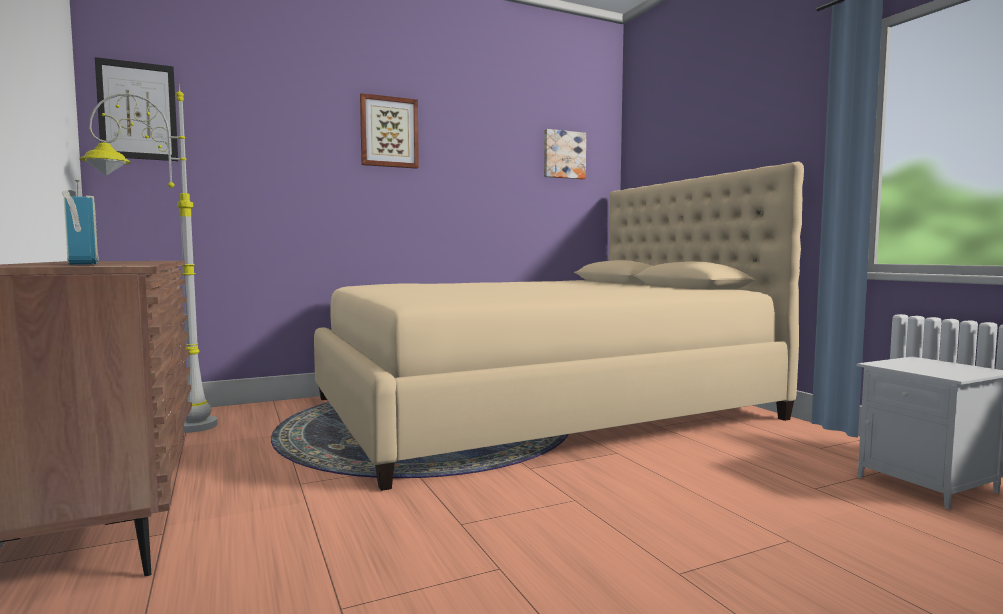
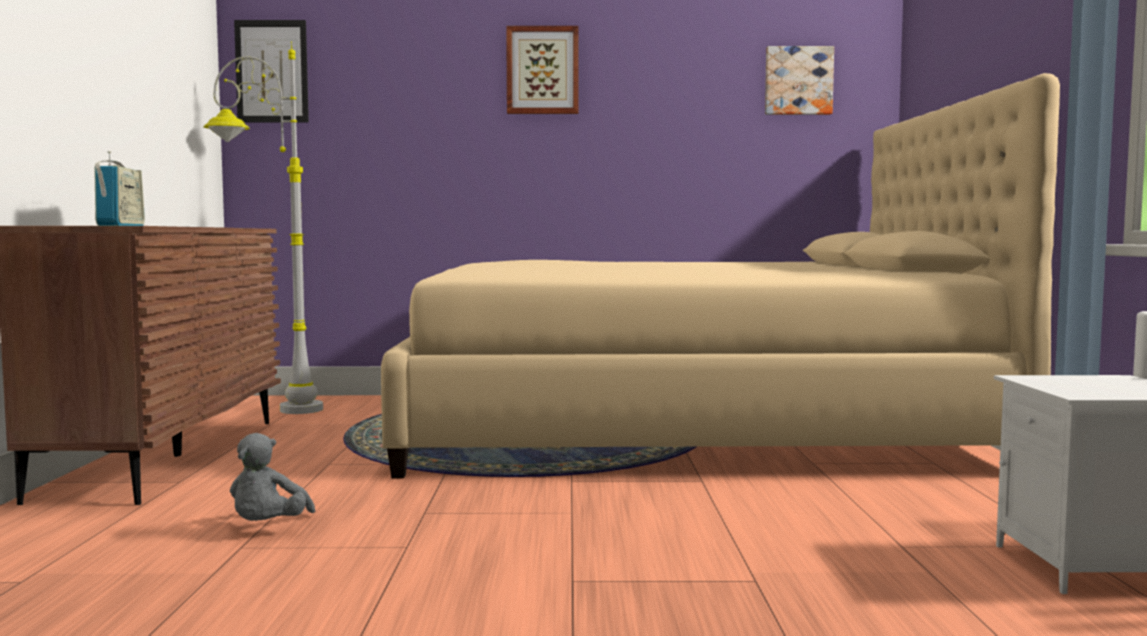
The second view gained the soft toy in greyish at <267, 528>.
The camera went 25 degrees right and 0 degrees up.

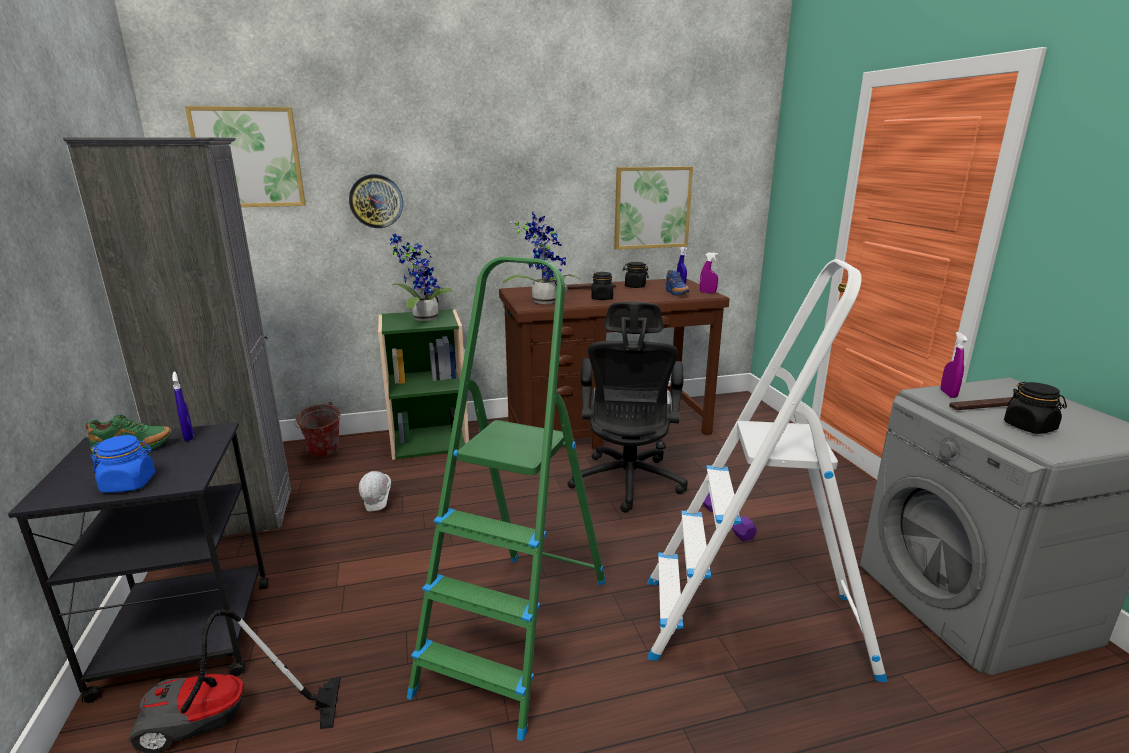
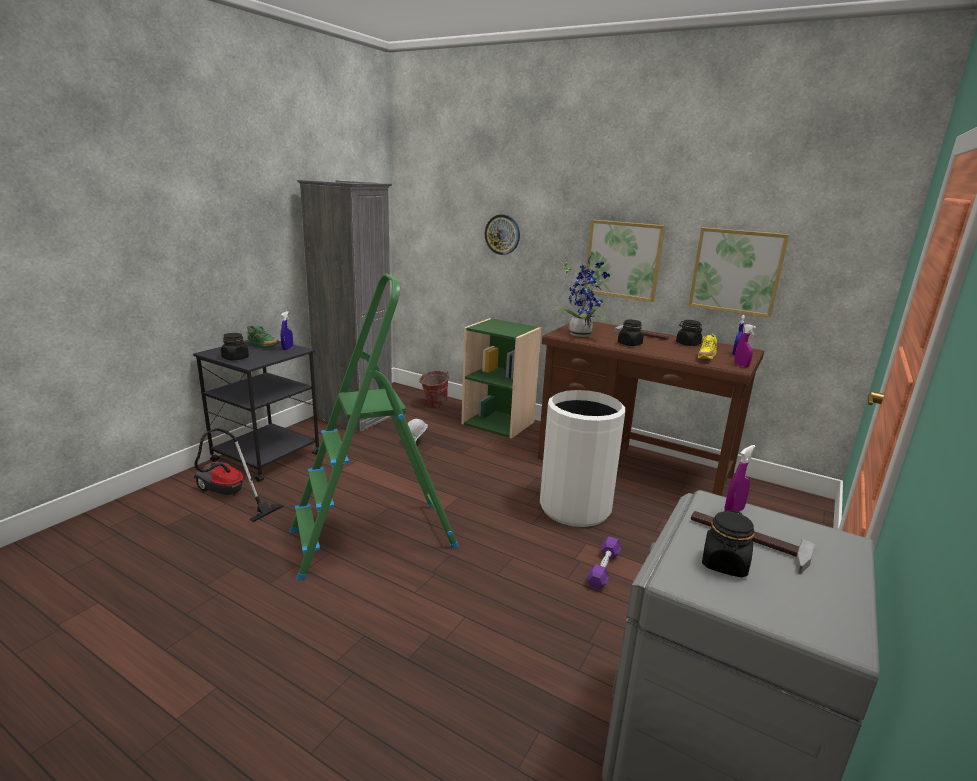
The wall picture ended up elsewhere, having gone from <248, 157> to <623, 260>.
The second view lost the potted plant at <422, 318>.
The second view lost the step stool in whitish at <753, 626>.
What was the low shoe in blue-coloured at <676, 294> turned into the low shoe in yellow-coloured at <706, 358>.
Where the computer chair stood at <627, 485>, the rubbish bin in whitish came to stand at <574, 507>.
What was the preserve jar in blue-coloured at <129, 484> turned into the preserve jar in black at <235, 358>.
The camera went 45 degrees right and 0 degrees up.

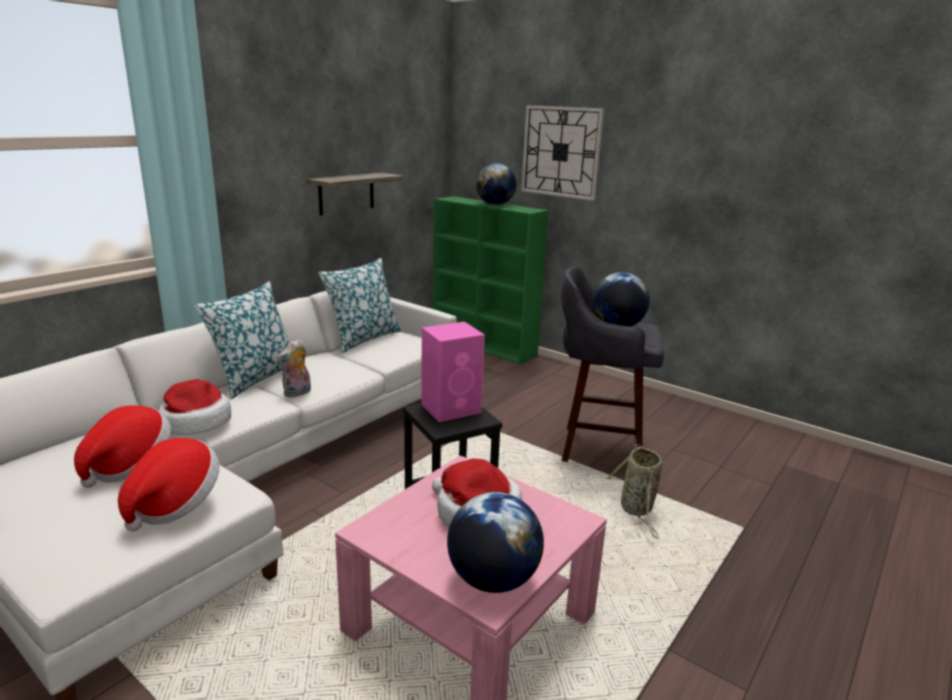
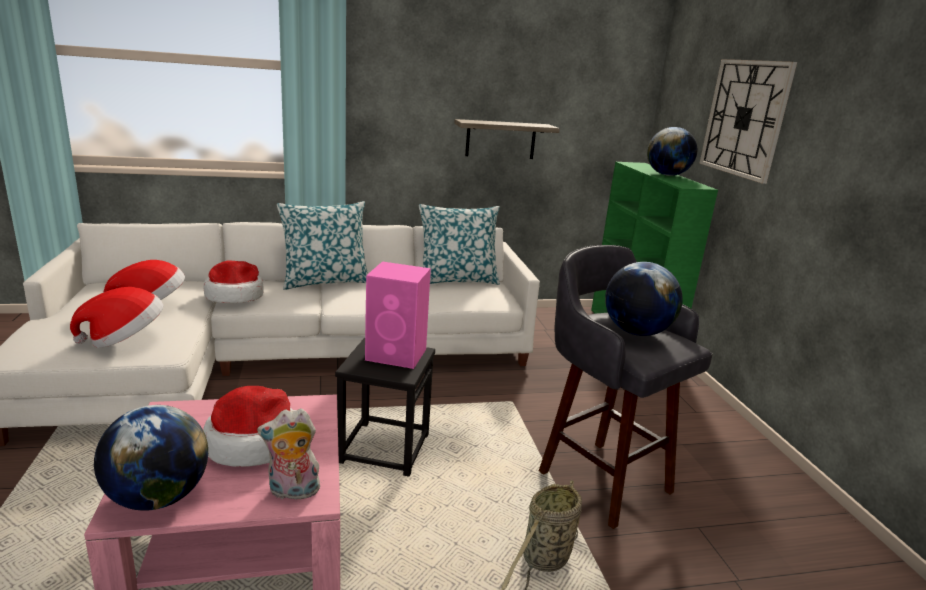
The soft toy ended up elsewhere, having gone from <297, 393> to <292, 492>.
The camera went 40 degrees right and 0 degrees up.

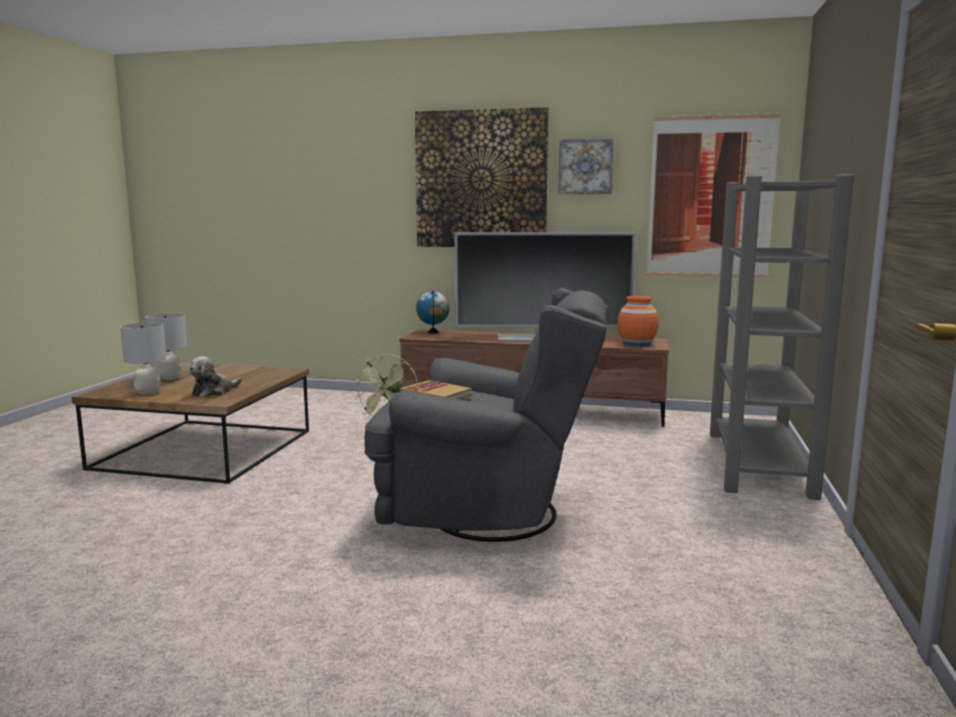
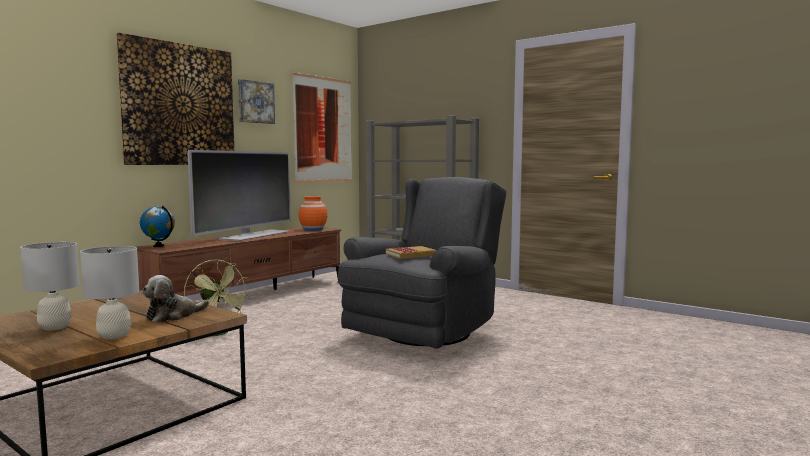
The soft toy at <214, 392> ended up facing another way, 75 degrees clockwise from before.
The camera went 65 degrees left and 5 degrees down.

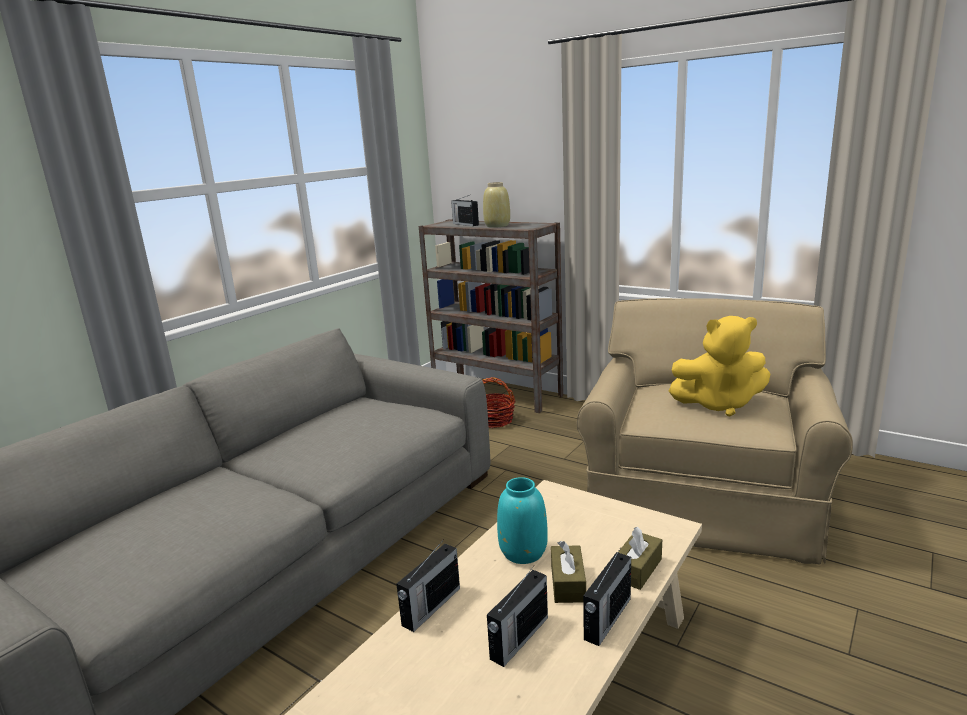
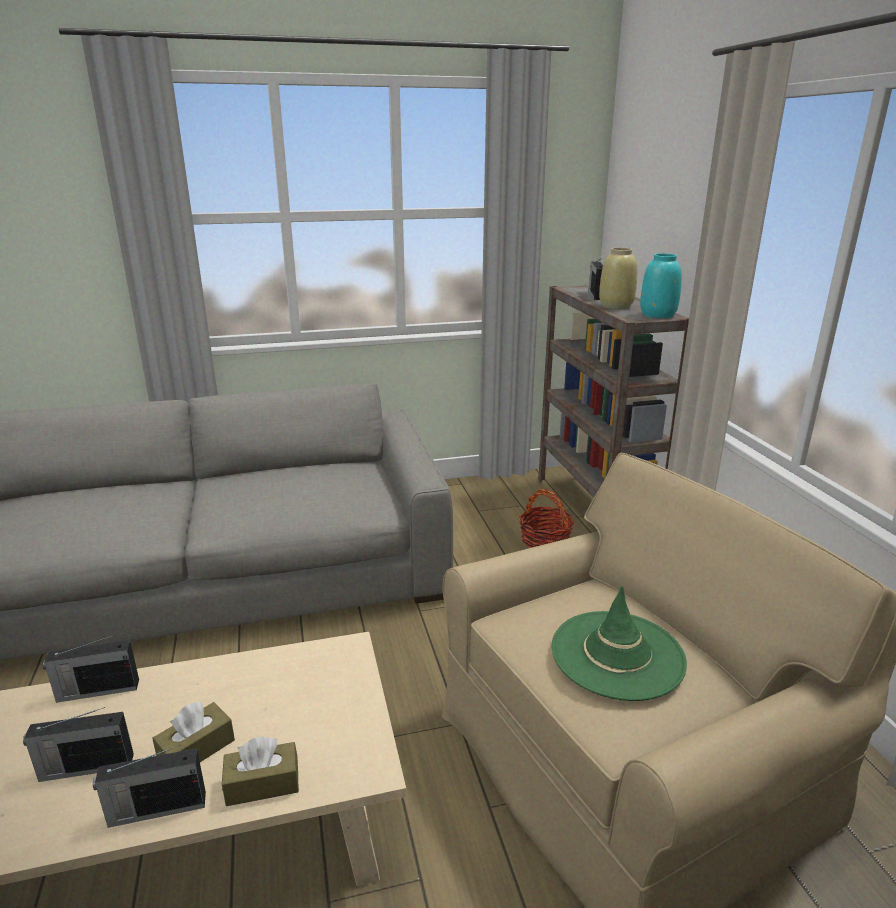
Where the soft toy in yellow-coloured stood at <719, 404>, the wearable hat in green came to stand at <617, 654>.
The flower vase in turquoise-coloured ended up elsewhere, having gone from <523, 552> to <658, 315>.
The camera went 40 degrees right and 5 degrees up.

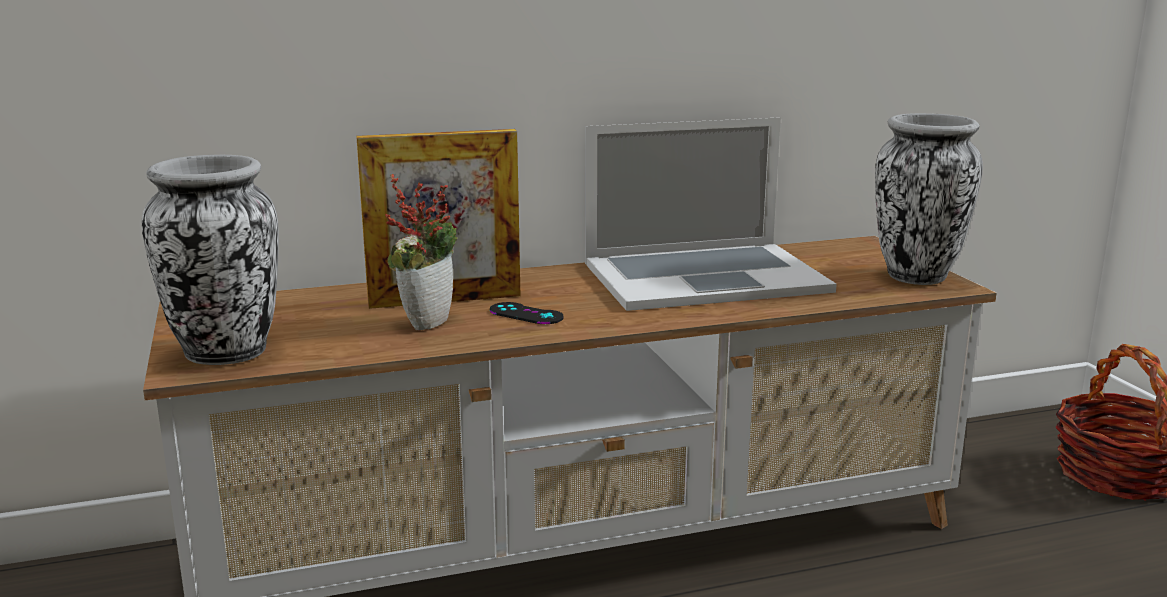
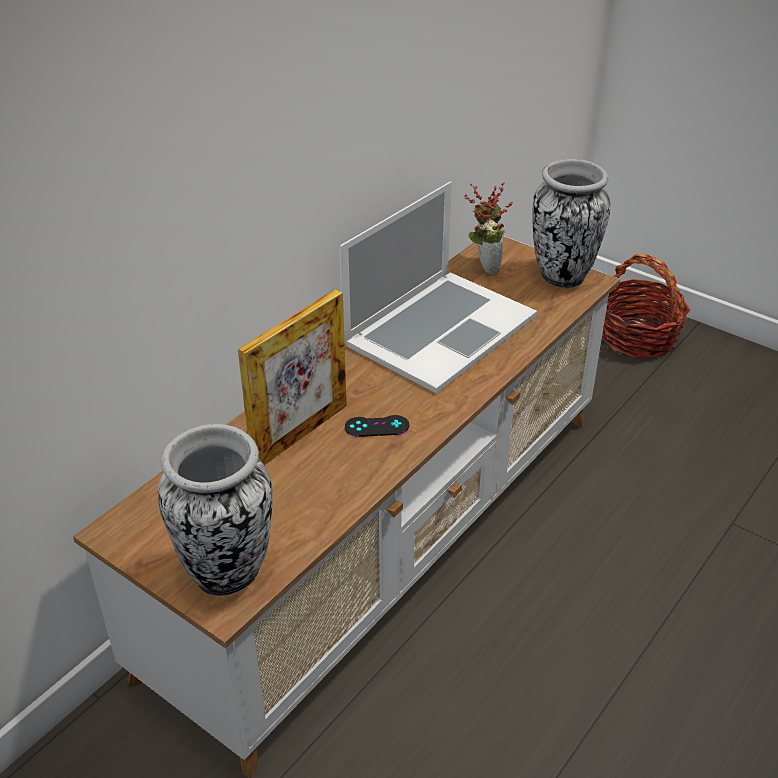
The potted plant ended up elsewhere, having gone from <426, 321> to <484, 266>.
The camera went 35 degrees left and 20 degrees up.

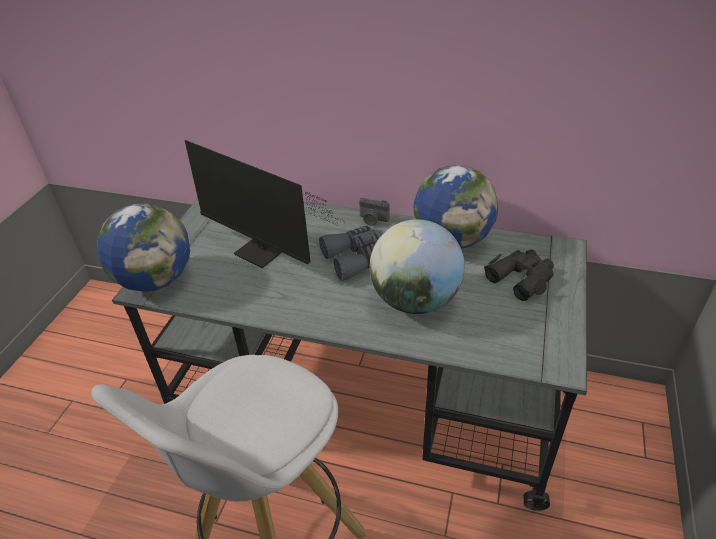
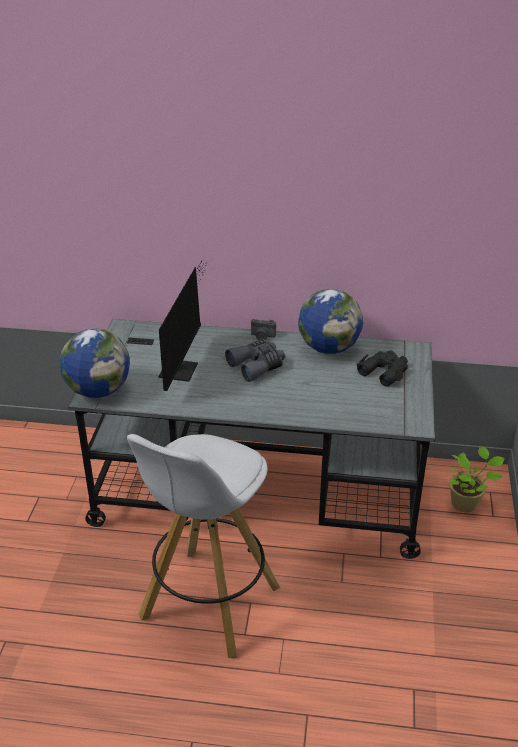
The monitor at <265, 254> ended up facing another way, 105 degrees counterclockwise from before.
The second view lost the world globe at <415, 300>.
The second view gained the potted plant at <466, 503>.
The camera went 10 degrees left and 5 degrees down.

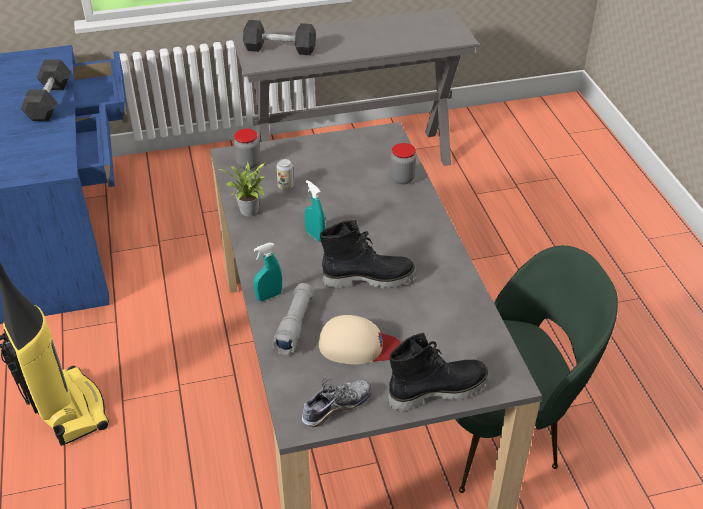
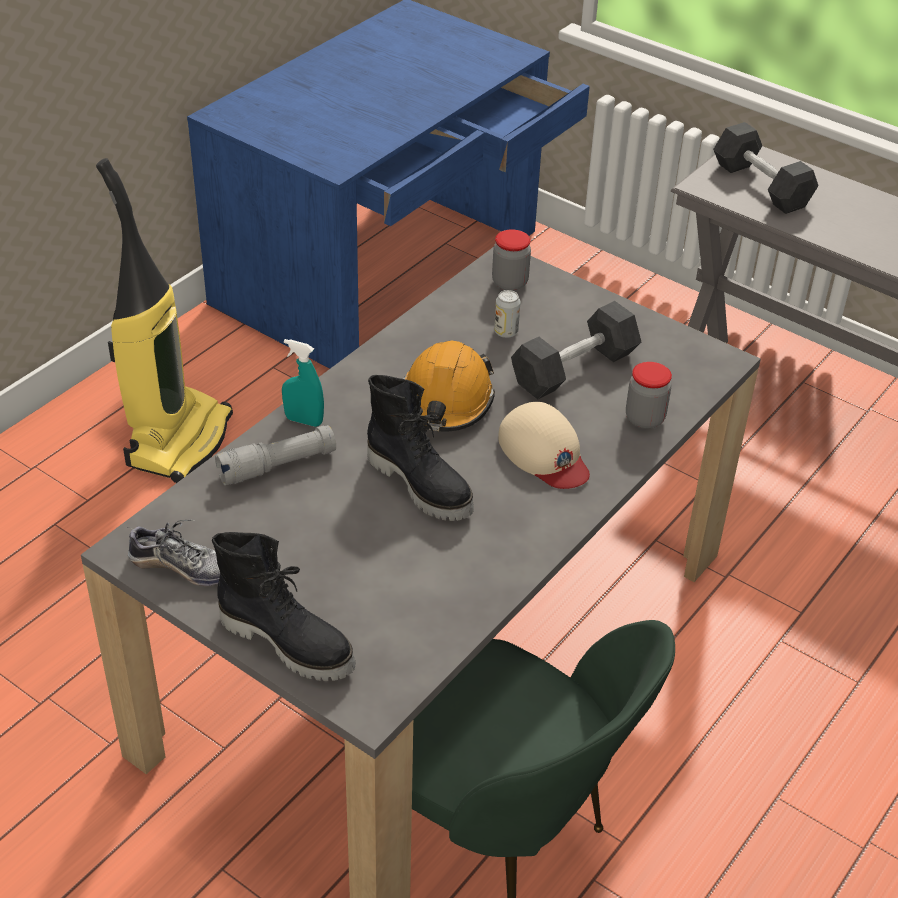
The free weight in black ended up elsewhere, having gone from <49, 101> to <574, 369>.
The second view lost the potted plant at <249, 212>.
Where the spray bottle in turquoise-coloured stood at <315, 235>, the work helmet in orange came to stand at <446, 402>.
The cap in beige ended up elsewhere, having gone from <358, 345> to <544, 453>.
The camera went 50 degrees right and 0 degrees up.

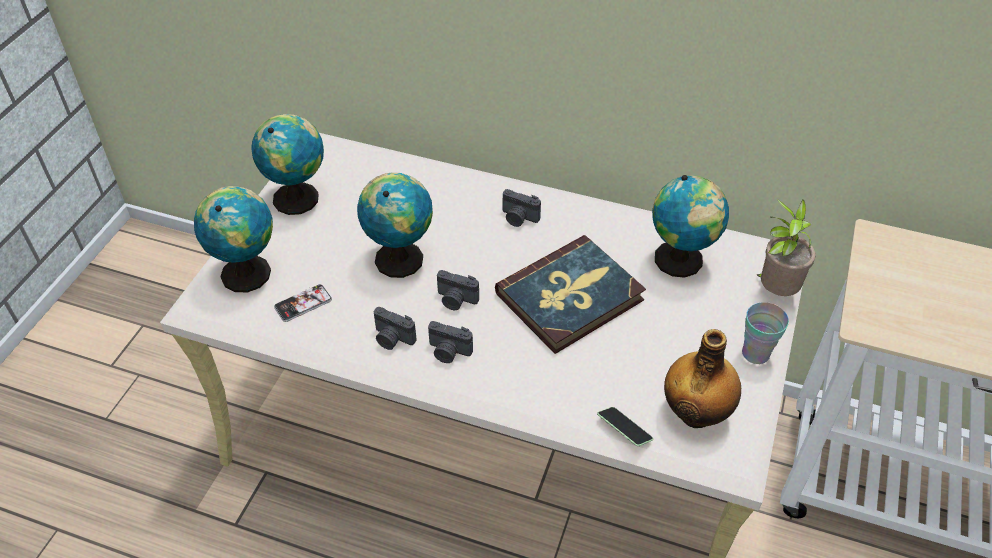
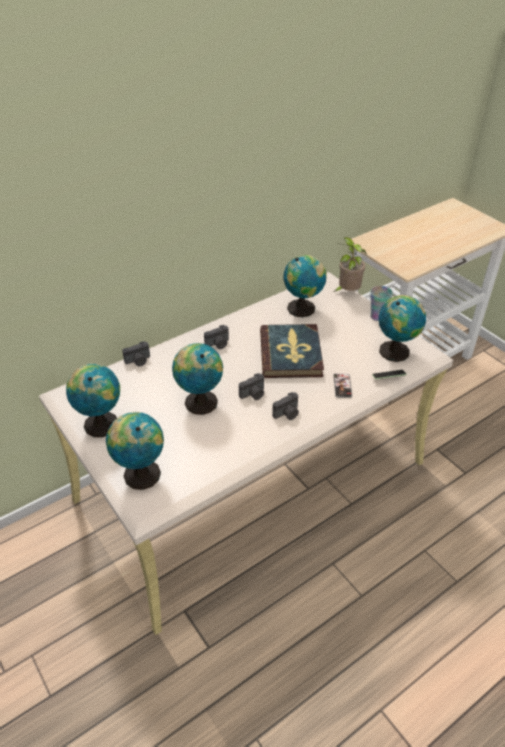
The telephone ended up elsewhere, having gone from <303, 303> to <342, 386>.
The photo camera ended up elsewhere, having gone from <392, 339> to <138, 361>.
Where the bottle stood at <696, 412>, the world globe came to stand at <396, 350>.
The camera went 55 degrees left and 5 degrees down.

